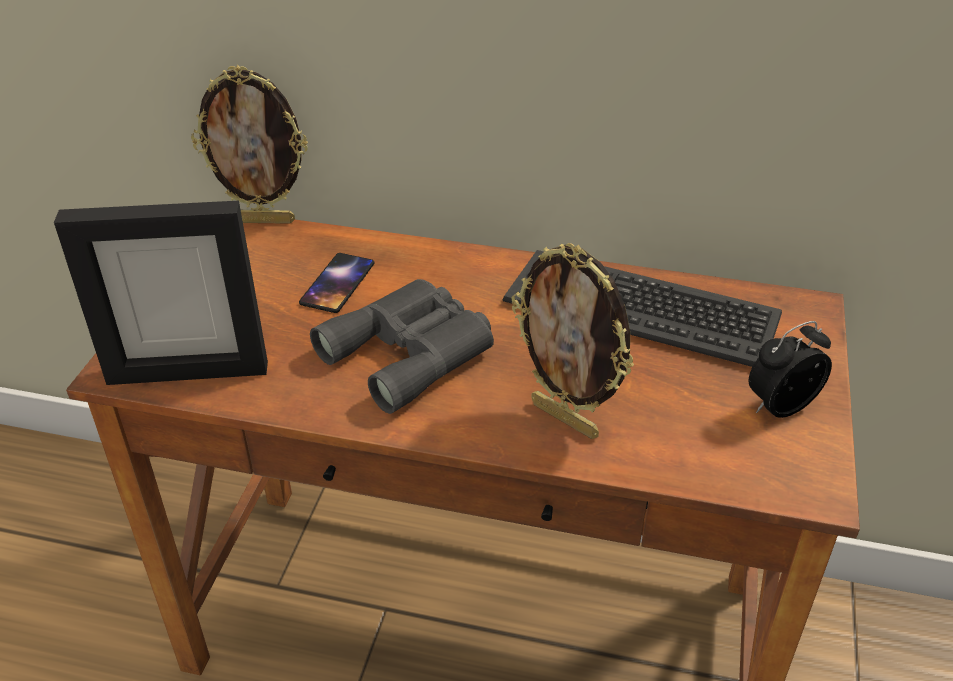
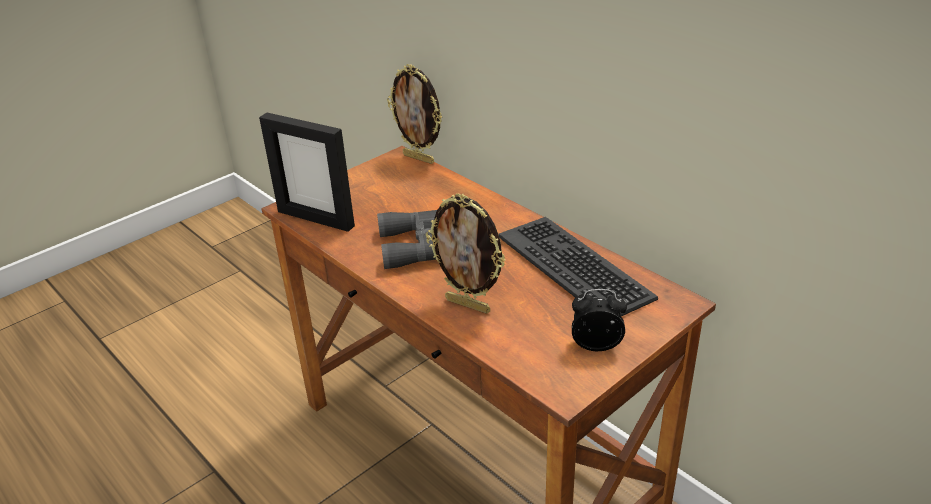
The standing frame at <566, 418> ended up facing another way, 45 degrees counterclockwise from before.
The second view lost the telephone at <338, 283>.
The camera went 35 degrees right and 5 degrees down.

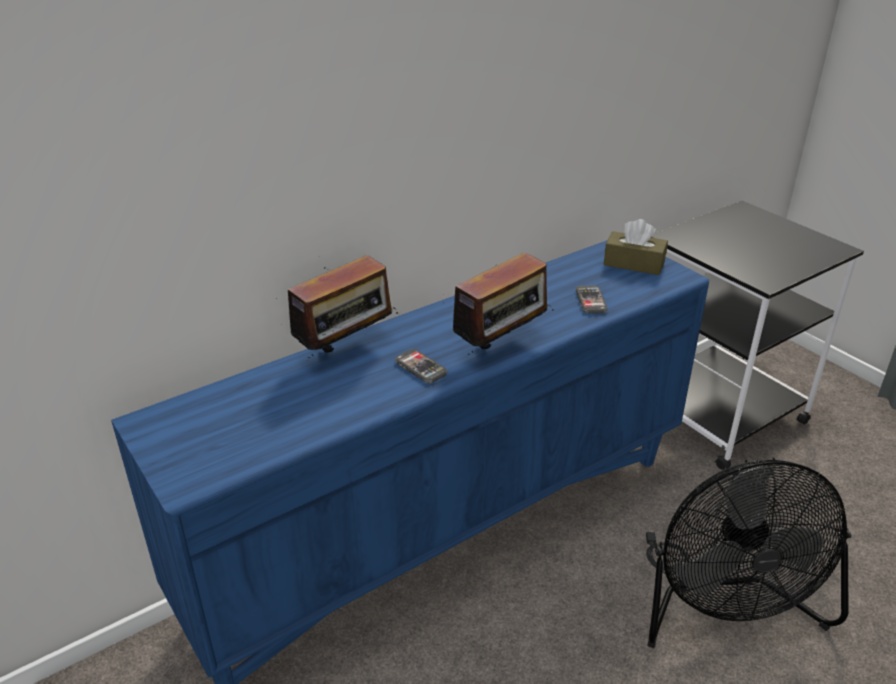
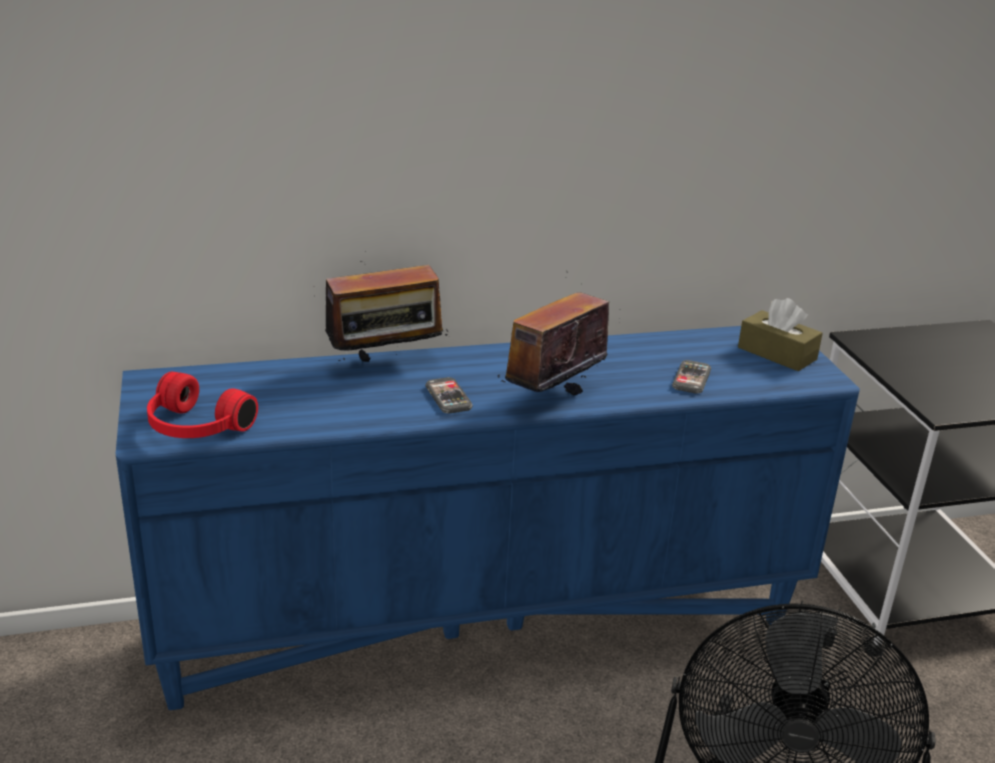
The radio set at <501, 346> ended up facing another way, 150 degrees clockwise from before.
The second view gained the headphones in red at <194, 428>.
The camera went 20 degrees right and 5 degrees down.

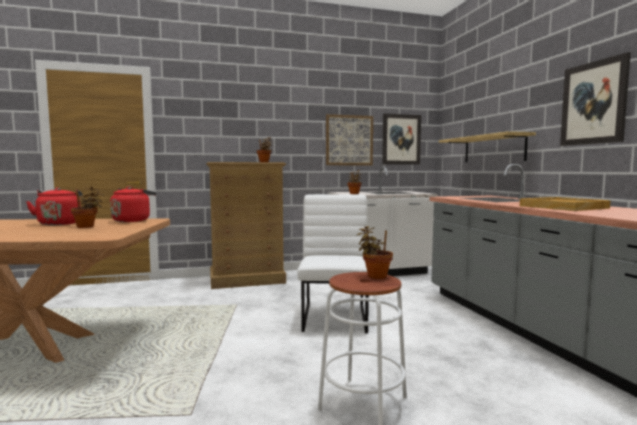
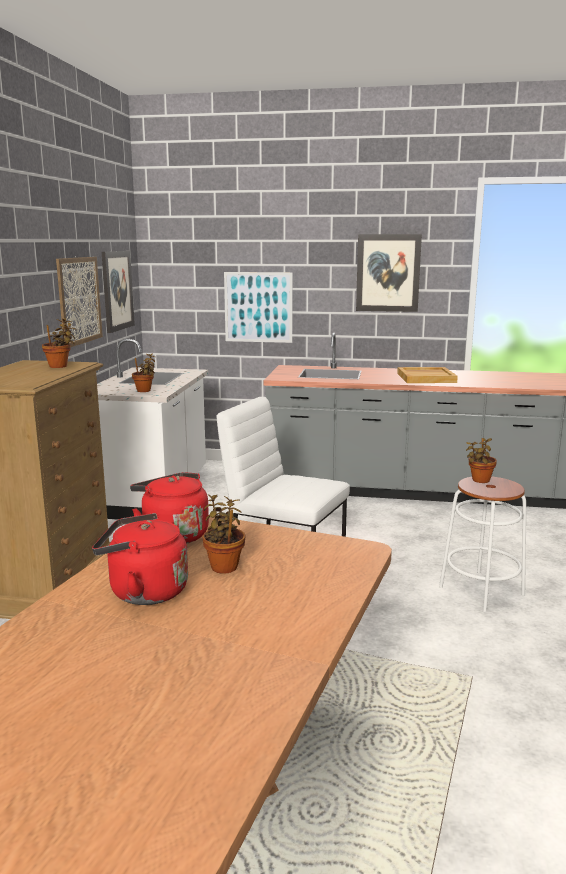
Where the shelf hung at <493, 149>, the wall picture came to hang at <258, 307>.
The camera went 65 degrees left and 10 degrees up.

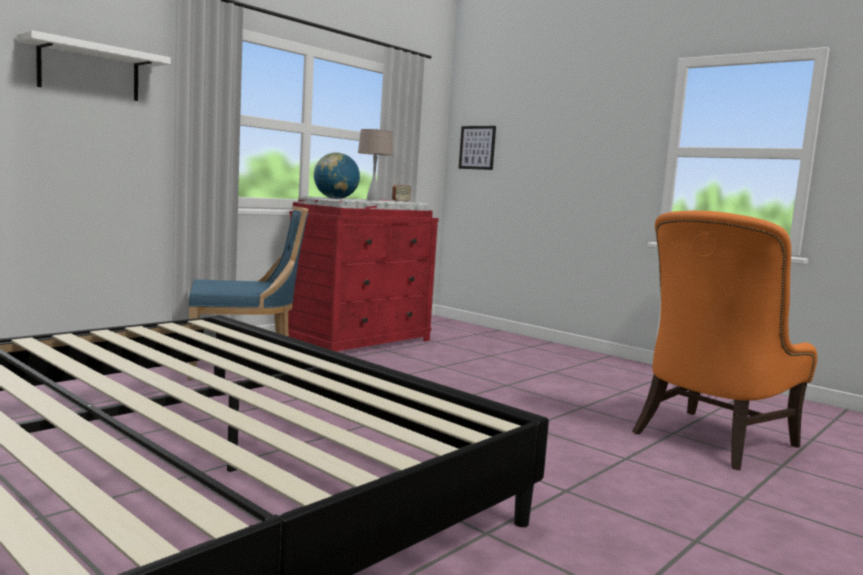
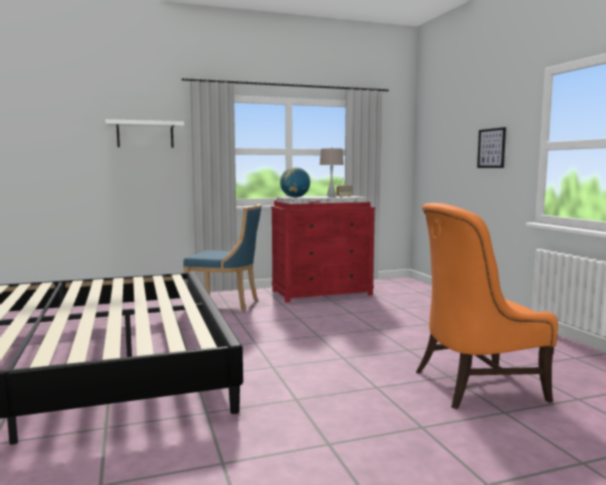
The wall picture ended up elsewhere, having gone from <477, 147> to <491, 148>.
The camera went 30 degrees right and 0 degrees up.

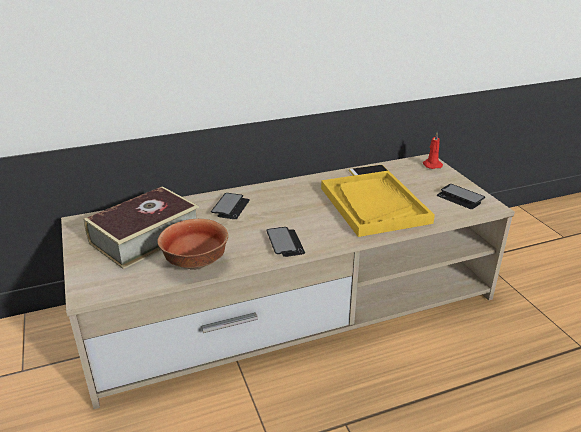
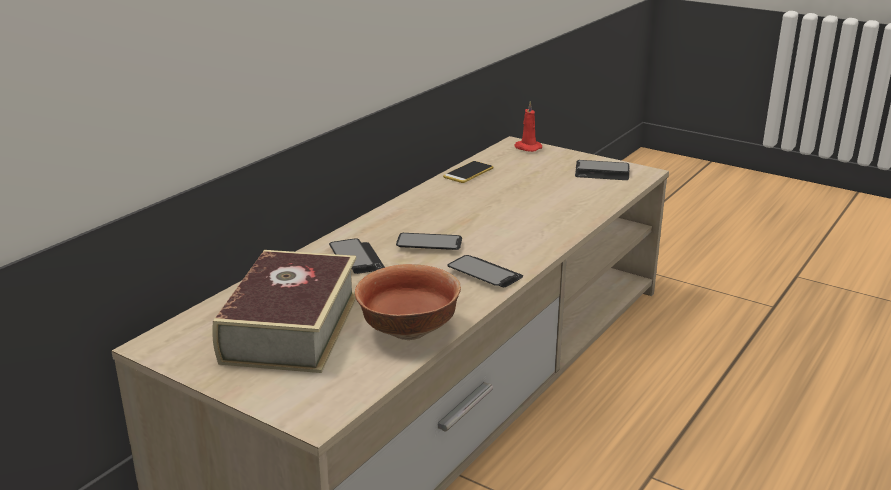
The second view lost the serving tray in yellow-coloured at <373, 205>.
The second view gained the telephone at <429, 244>.
The camera went 35 degrees left and 5 degrees down.

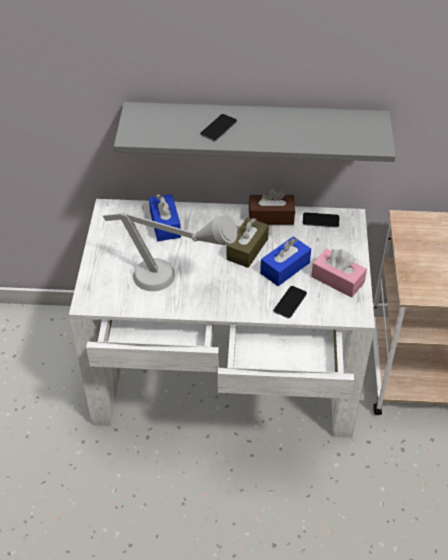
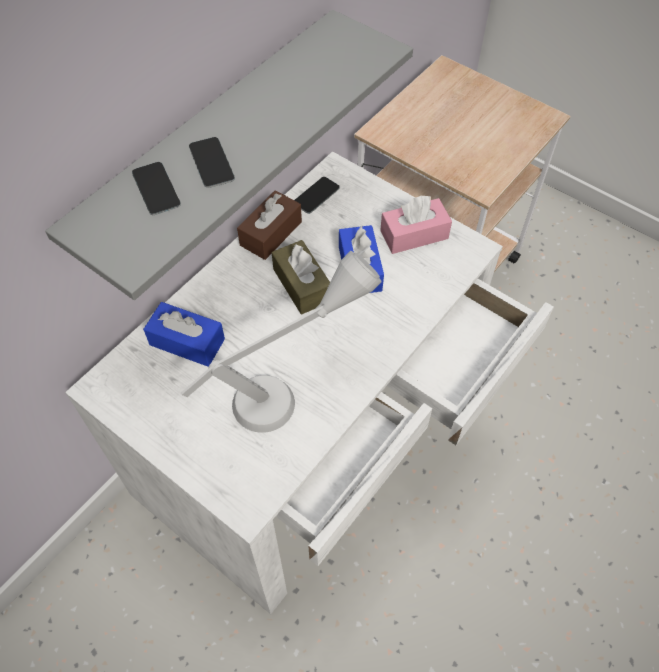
The telephone ended up elsewhere, having gone from <290, 302> to <156, 189>.
The camera went 55 degrees left and 10 degrees up.

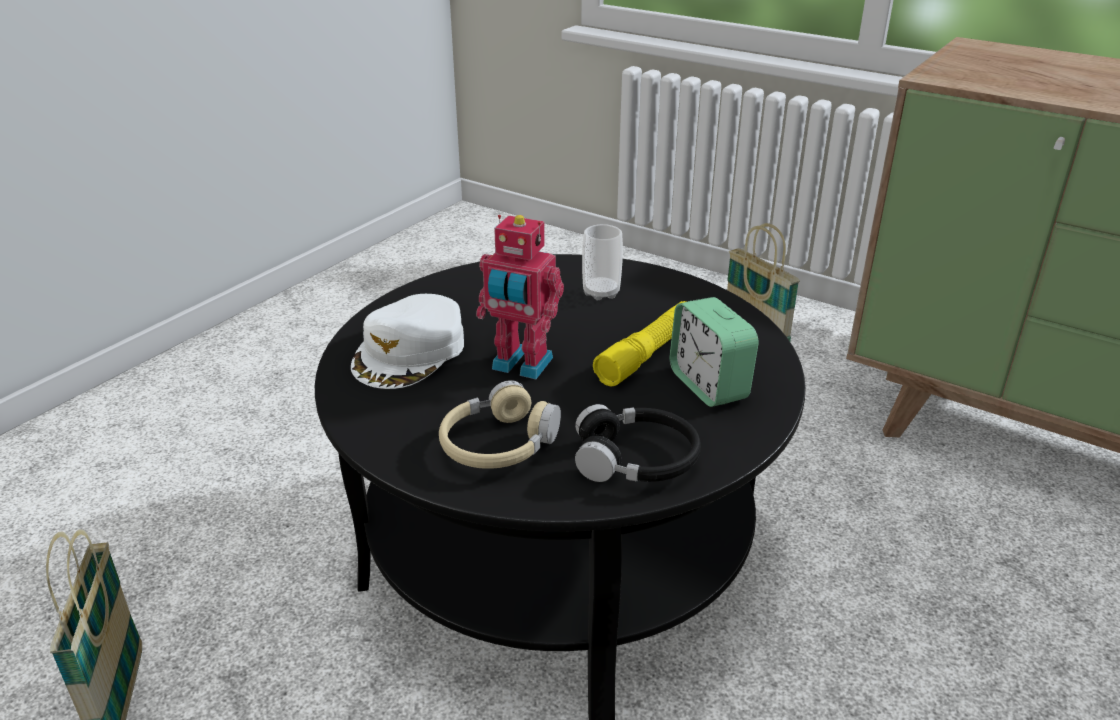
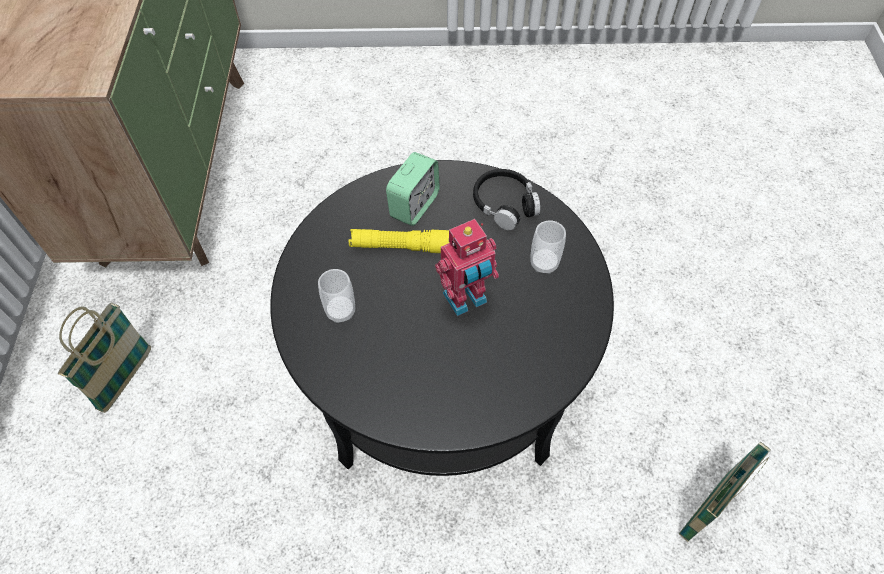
The robot figure at <520, 365> ended up facing another way, 75 degrees clockwise from before.
The second view lost the cap in whitish at <410, 352>.
Where the headphones in beige stood at <498, 444>, the small cup came to stand at <544, 263>.
The camera went 125 degrees left and 25 degrees up.

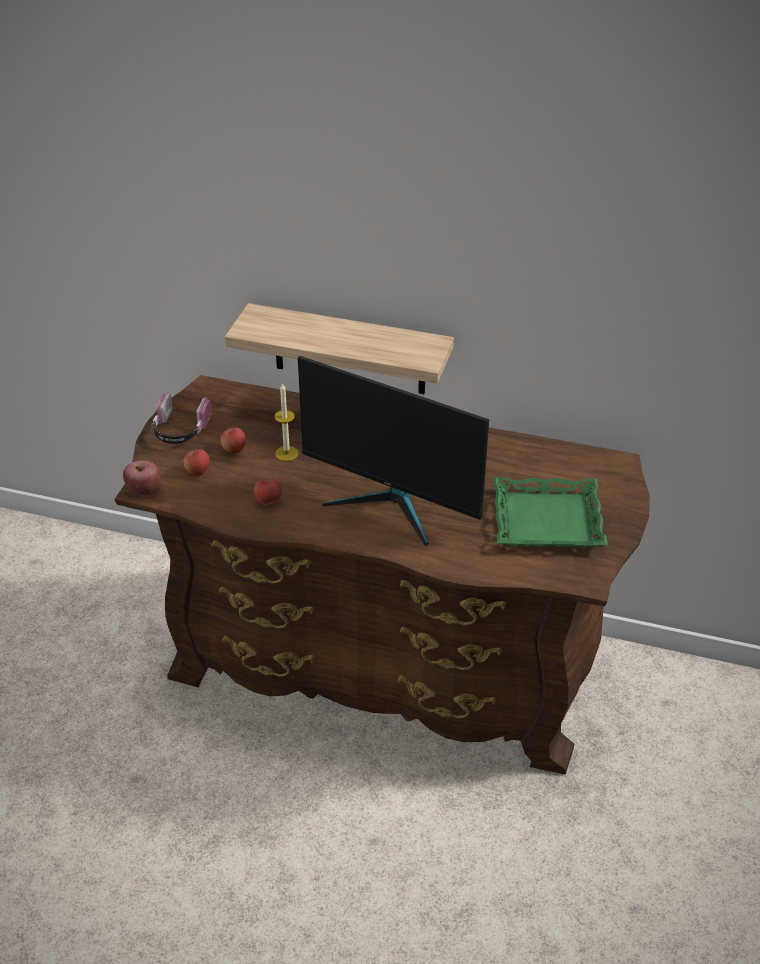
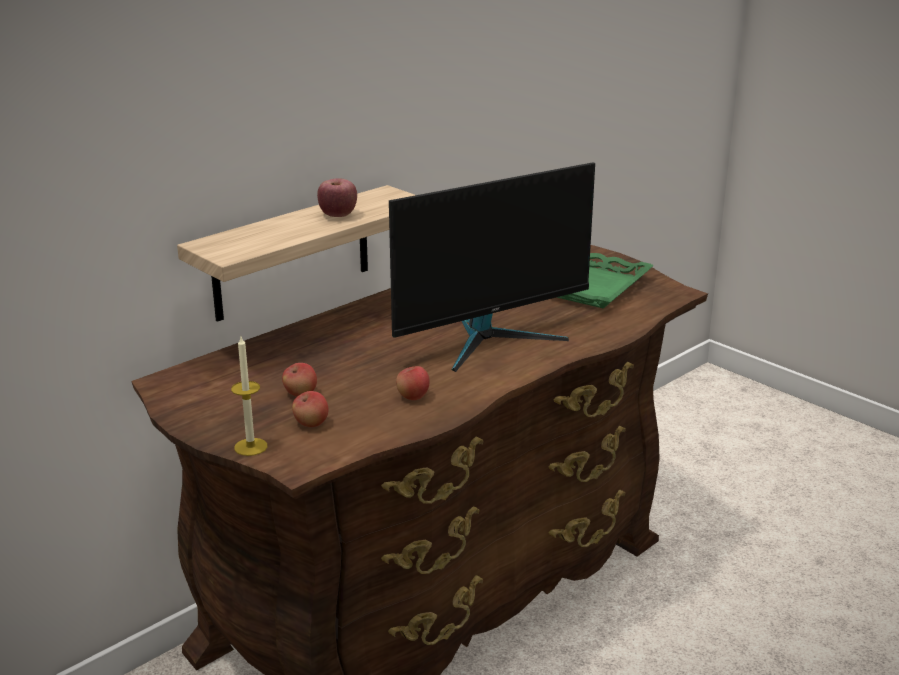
The candle ended up elsewhere, having gone from <286, 453> to <250, 447>.
The second view lost the headphones at <180, 430>.
The whole apple ended up elsewhere, having gone from <144, 490> to <338, 215>.
The camera went 60 degrees left and 15 degrees down.

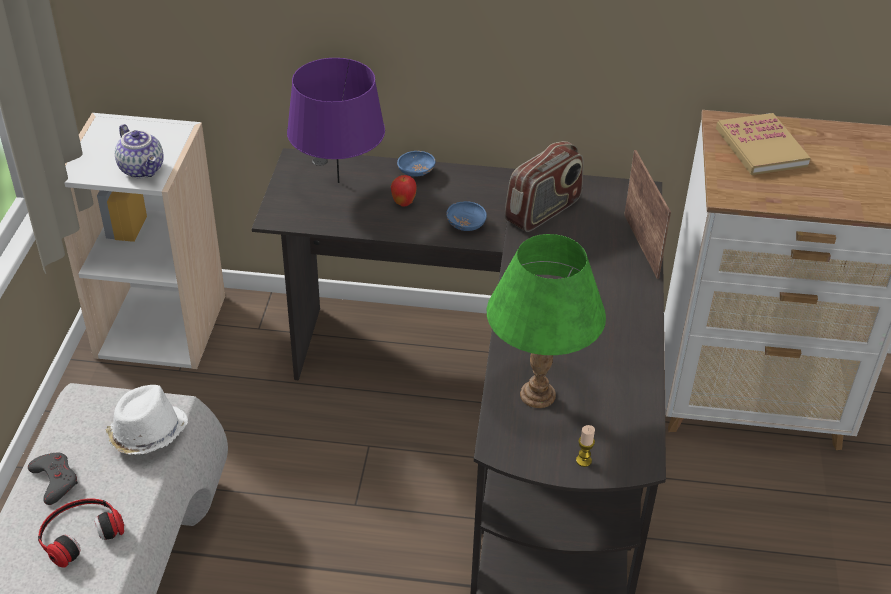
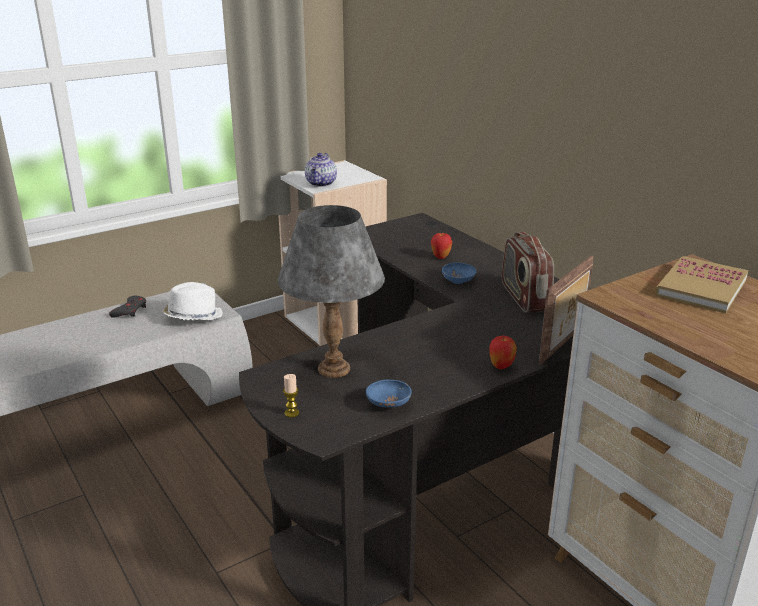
The second view lost the lamp for a table in purple-coloured at <338, 182>.
The radio set at <543, 211> ended up facing another way, 75 degrees clockwise from before.
The bowl in blue-coloured ended up elsewhere, having gone from <416, 172> to <388, 404>.
What was the lamp for a table in green at <537, 395> turned into the lamp for a table in greyish at <333, 369>.
The second view lost the headphones at <79, 532>.
The second view gained the whole apple at <501, 367>.
The camera went 50 degrees right and 15 degrees down.

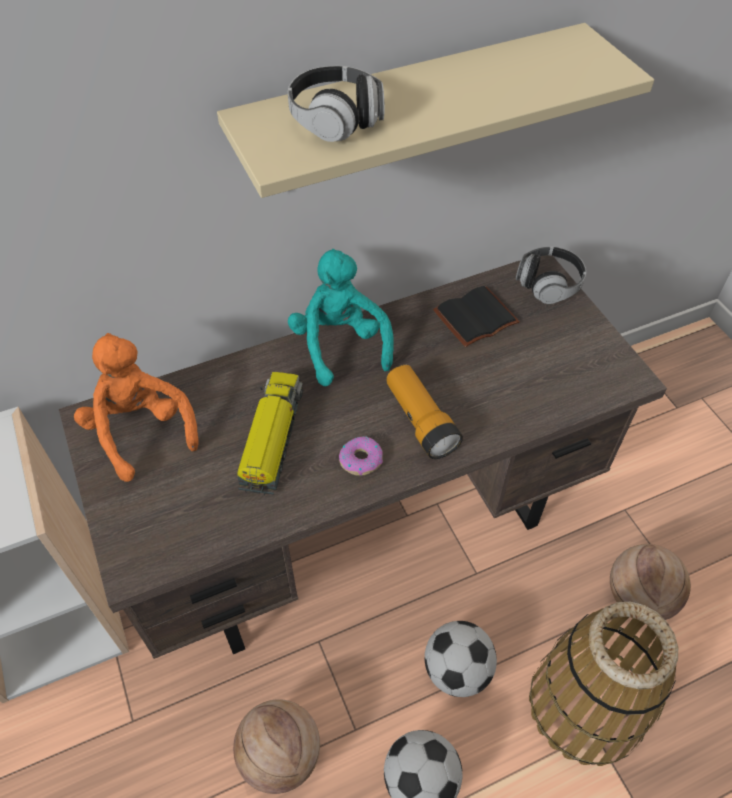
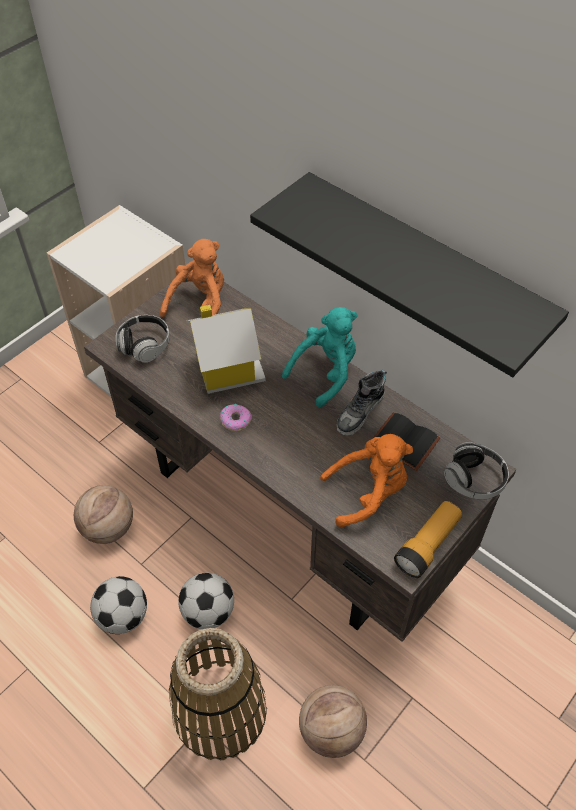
What was the shelf in beige at <410, 111> turned into the shelf in black at <424, 266>.
The headphones ended up elsewhere, having gone from <336, 120> to <144, 345>.
The torch ended up elsewhere, having gone from <420, 421> to <427, 545>.
Where the toy truck stood at <272, 439>, the toy house came to stand at <227, 369>.
The second view gained the low shoe at <360, 412>.
The second view gained the soft toy in orange at <368, 492>.
The camera went 65 degrees right and 0 degrees up.

